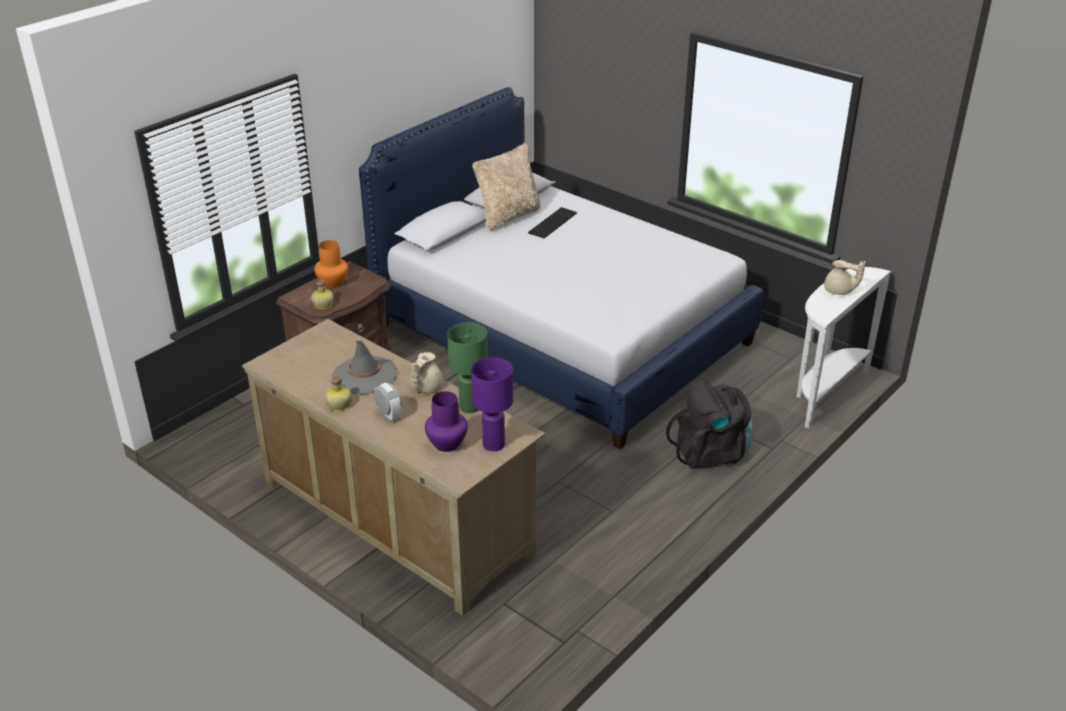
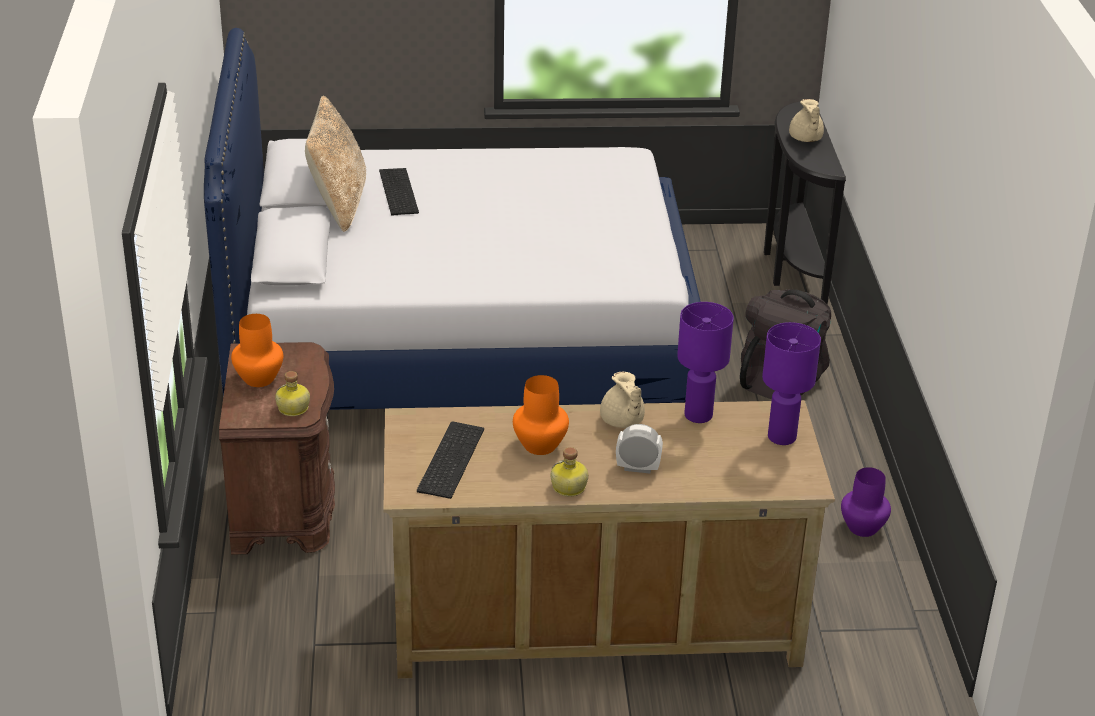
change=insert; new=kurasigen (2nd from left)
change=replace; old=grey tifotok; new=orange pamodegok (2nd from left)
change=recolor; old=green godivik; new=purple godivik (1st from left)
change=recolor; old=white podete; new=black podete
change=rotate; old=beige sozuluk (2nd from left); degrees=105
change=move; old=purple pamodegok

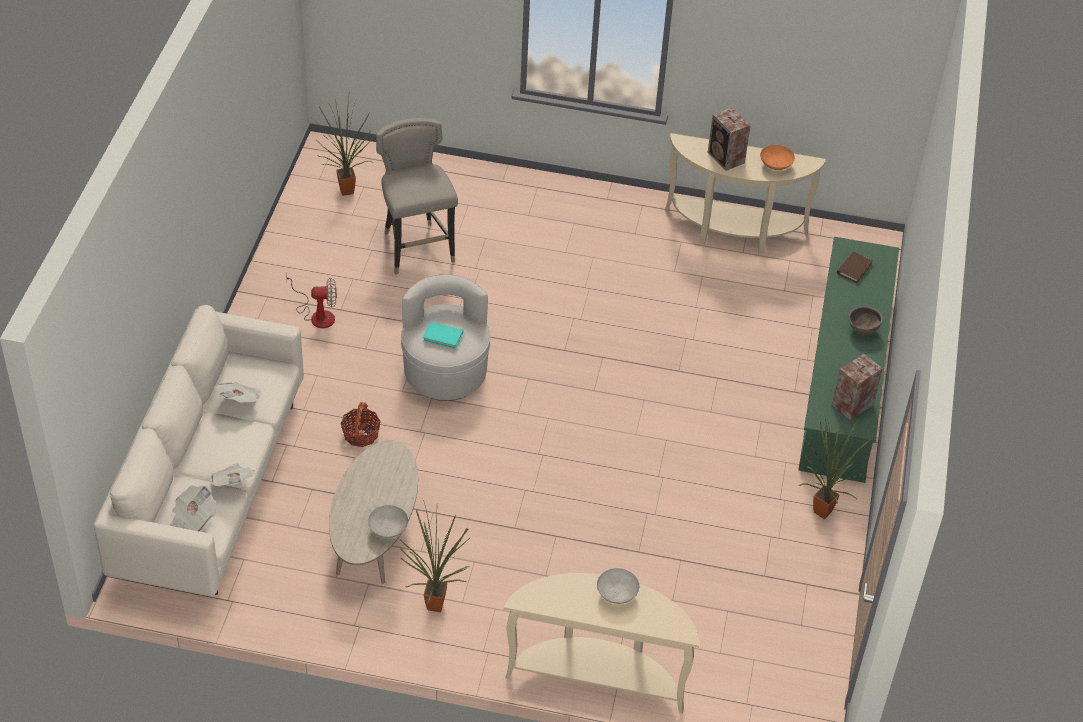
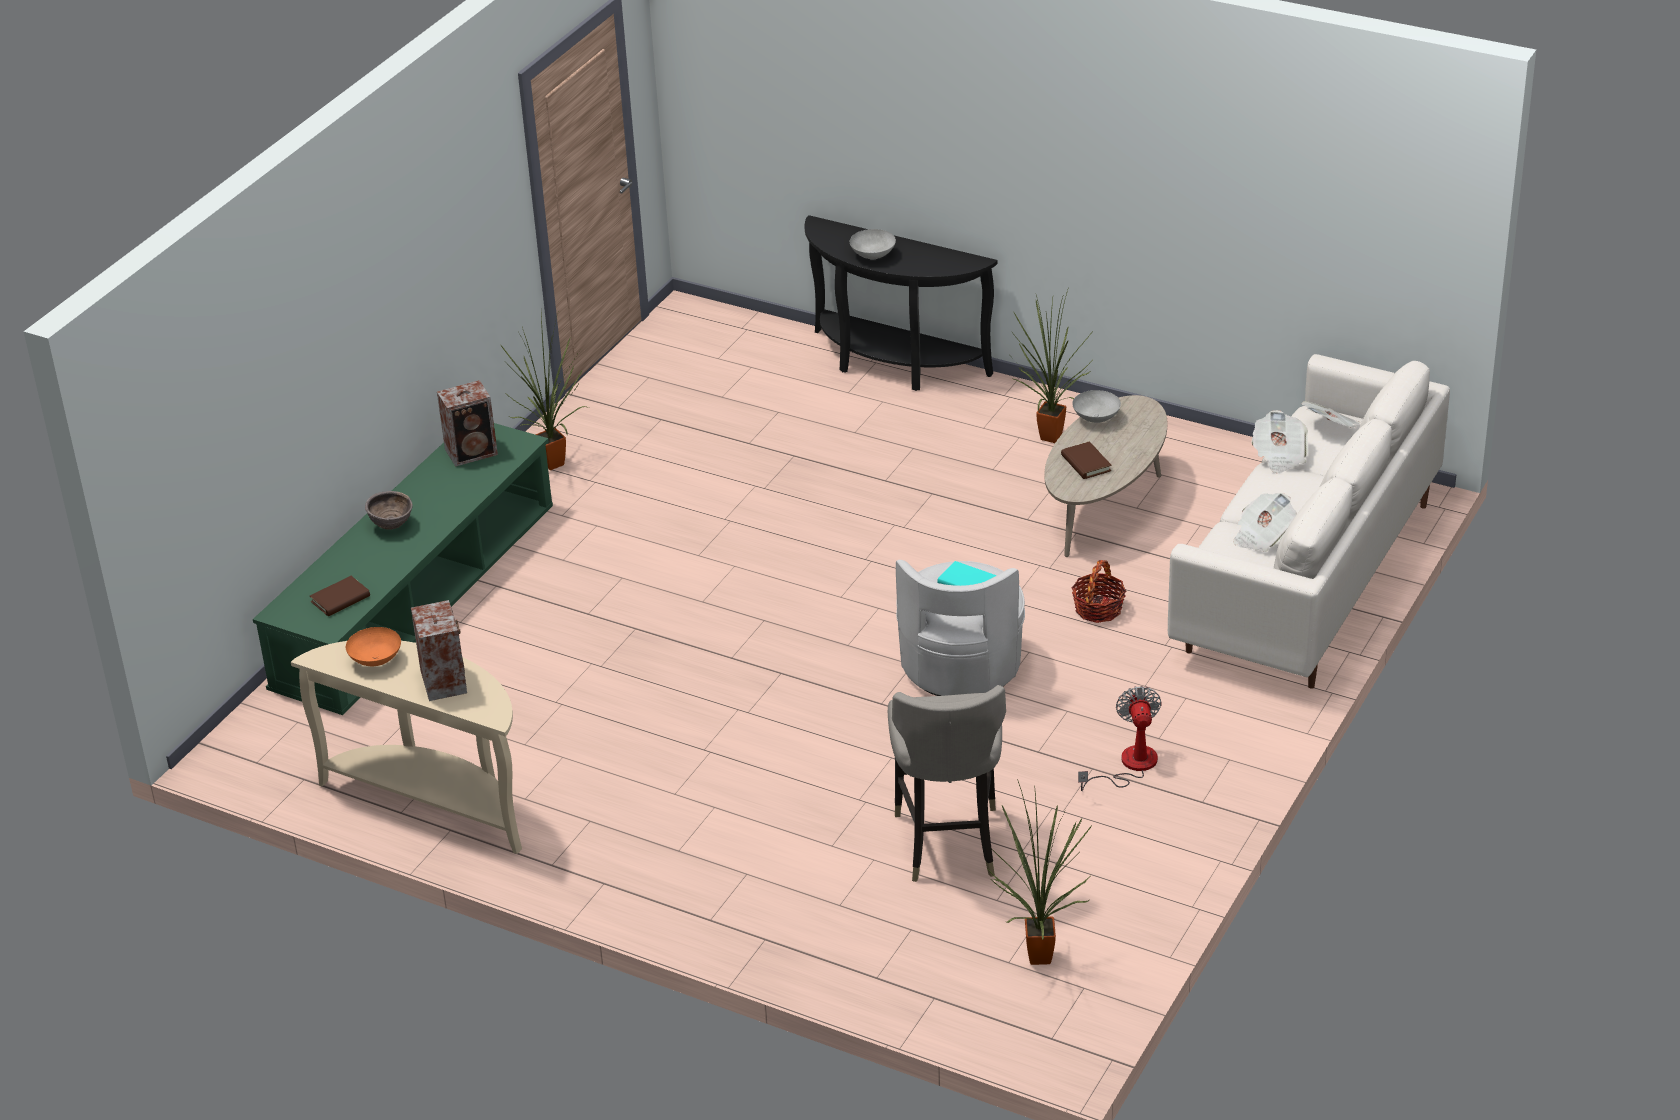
change=recolor; old=beige podete (1st from left); new=black podete
change=insert; new=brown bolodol (2nd from left)
change=rotate; old=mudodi; degrees=75

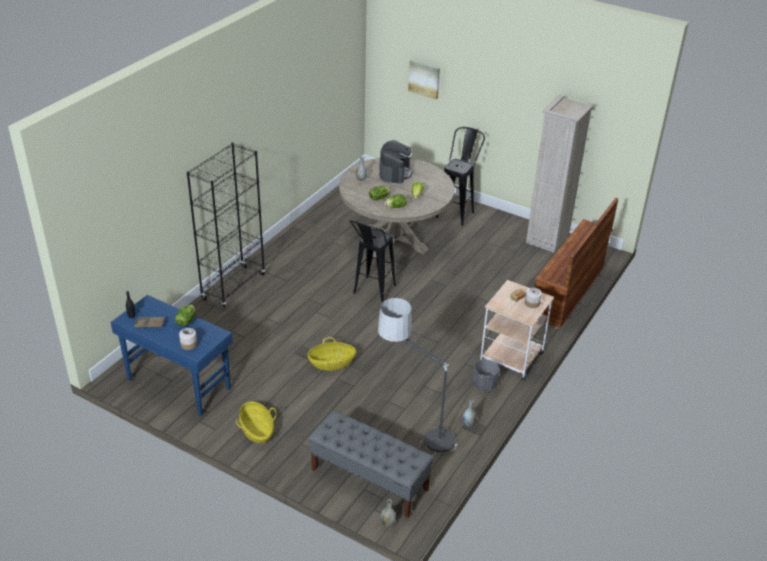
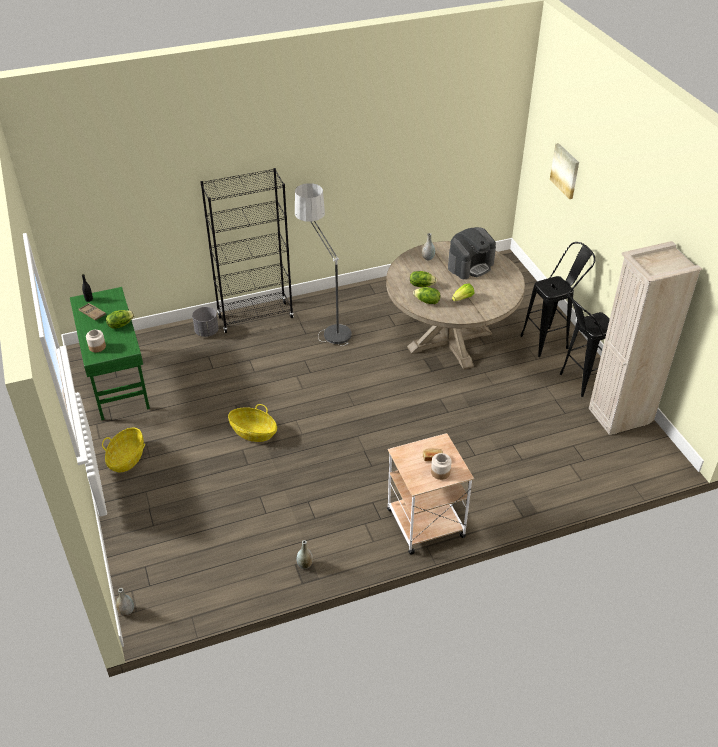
change=recolor; old=blue podete; new=green podete
change=move; old=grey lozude
change=move; old=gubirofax
change=move; old=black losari (1st from left in the first image); new=black losari (2nd from left)
change=delete; old=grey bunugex
change=delete; old=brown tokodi

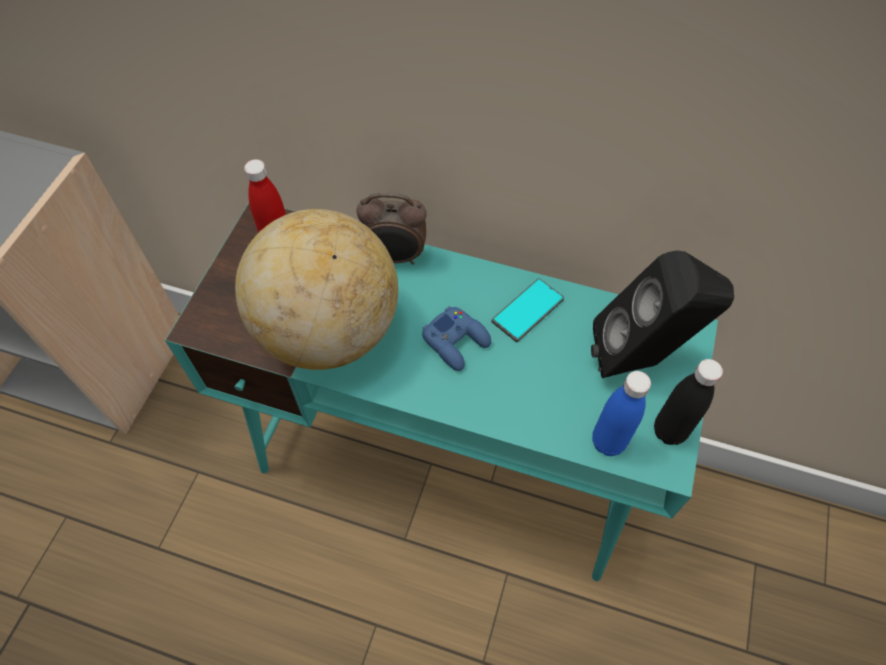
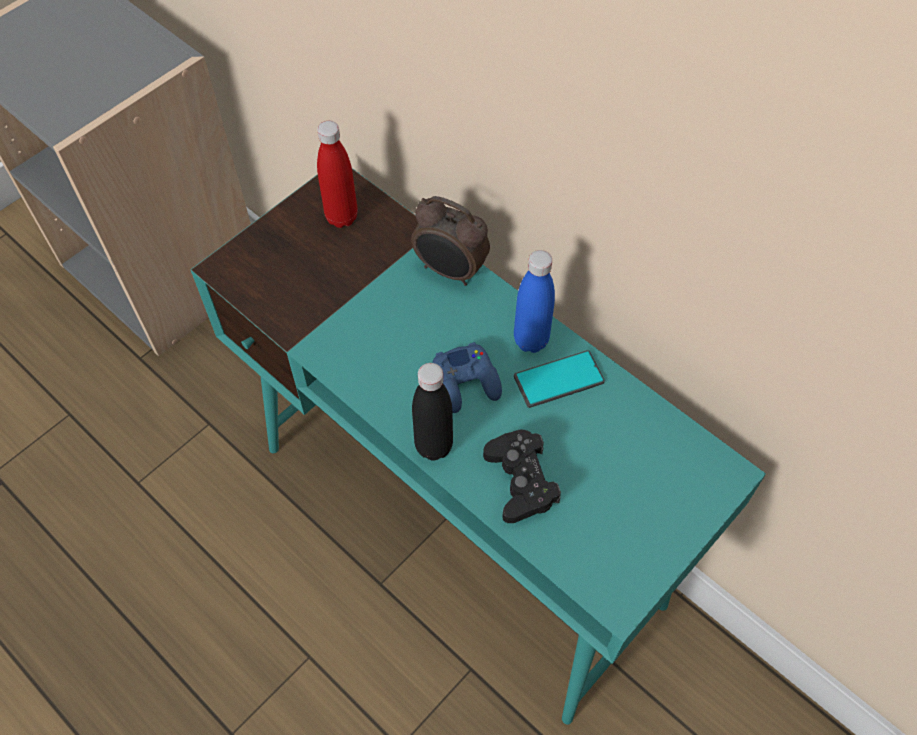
change=move; old=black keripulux
change=insert; new=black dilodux
change=move; old=blue keripulux
change=delete; old=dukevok
change=delete; old=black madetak

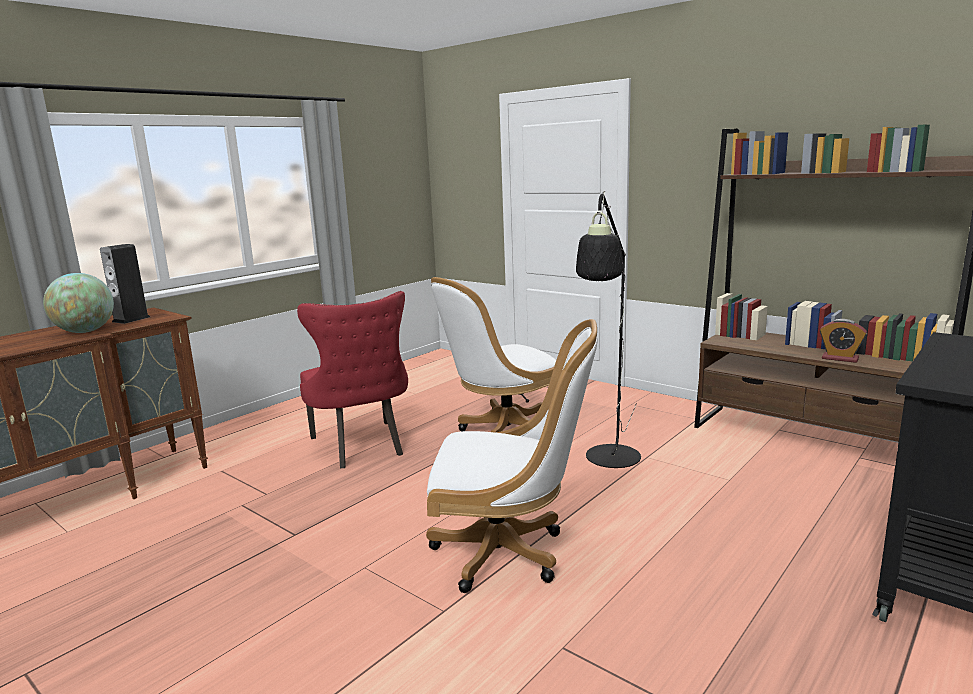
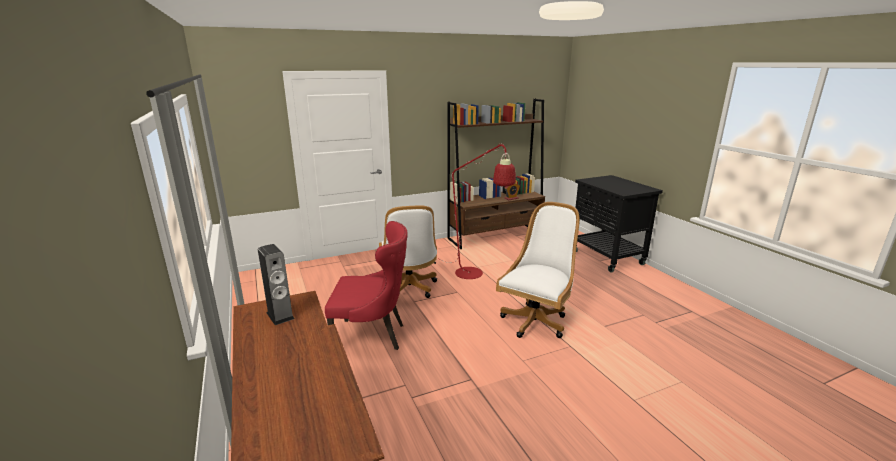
change=recolor; old=black gubirofax; new=red gubirofax
change=delete; old=dukevok

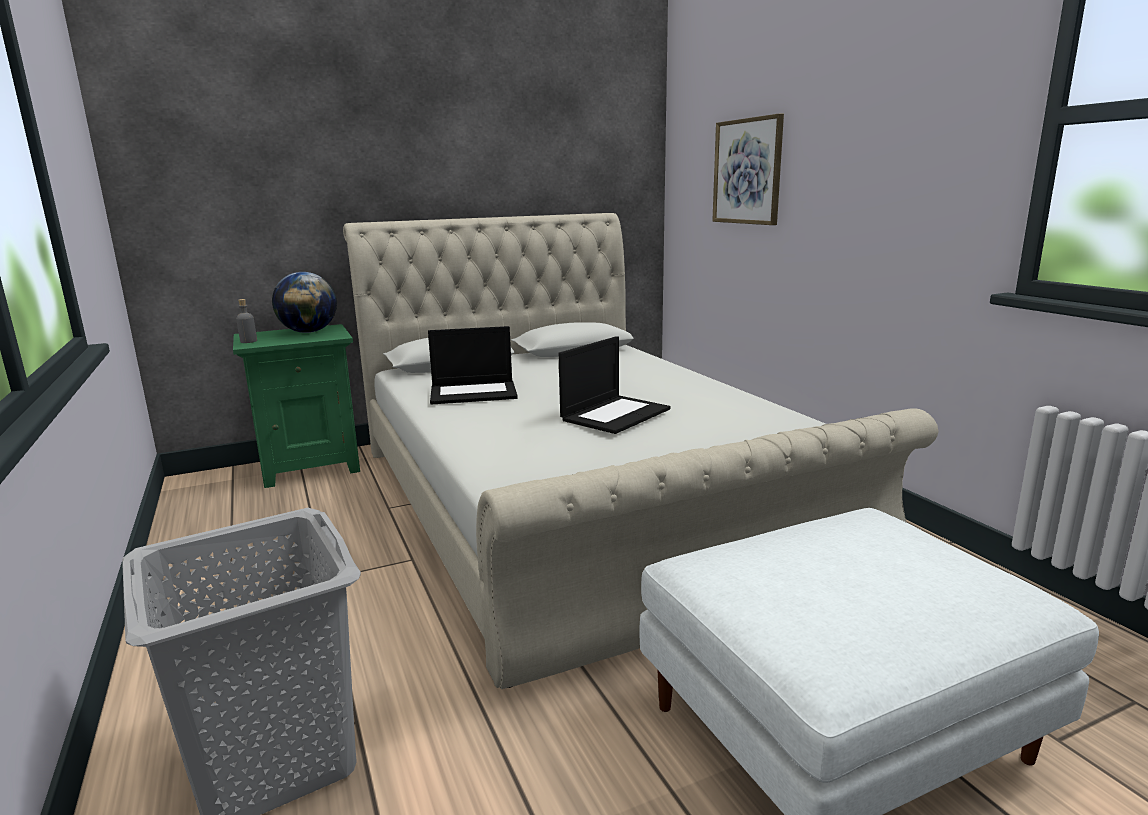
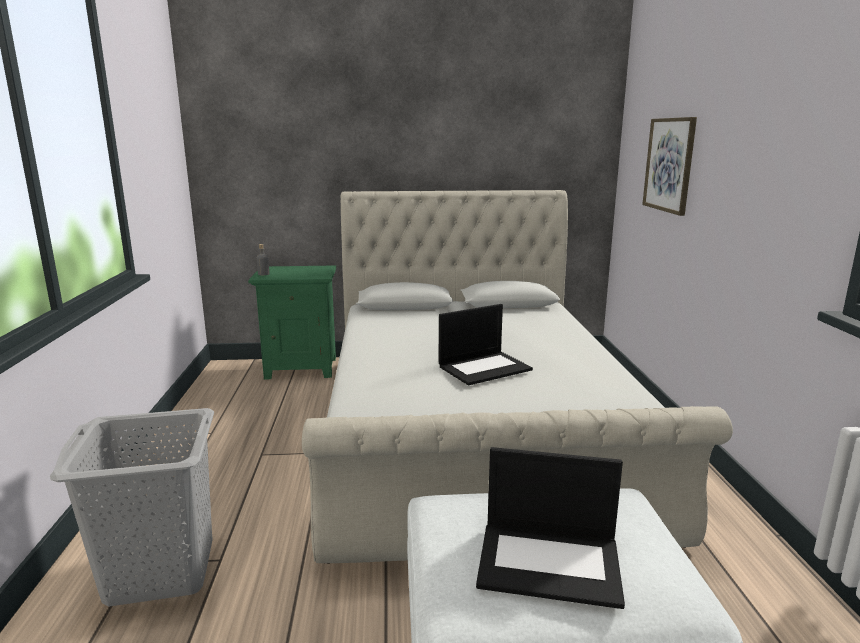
change=move; old=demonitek (1st from left in the first image); new=demonitek (2nd from left)
change=delete; old=dukevok

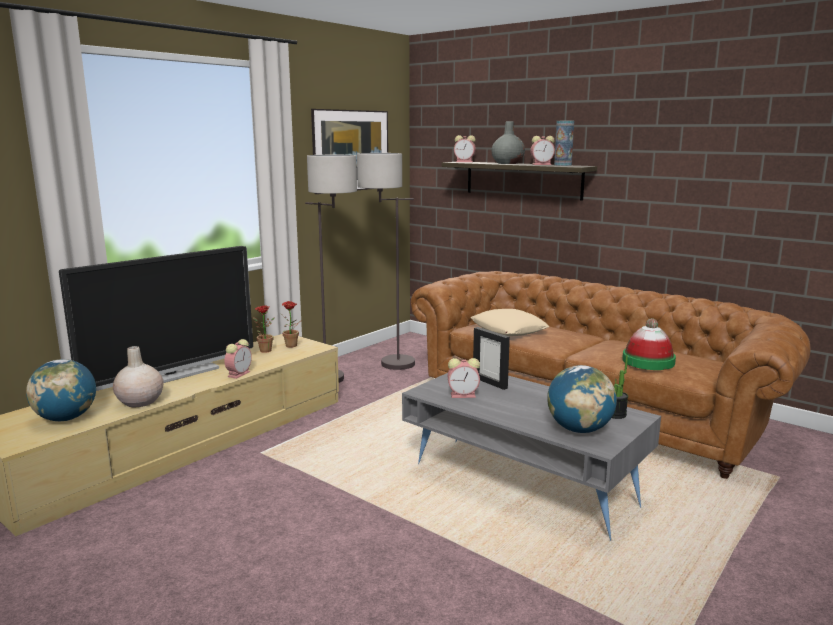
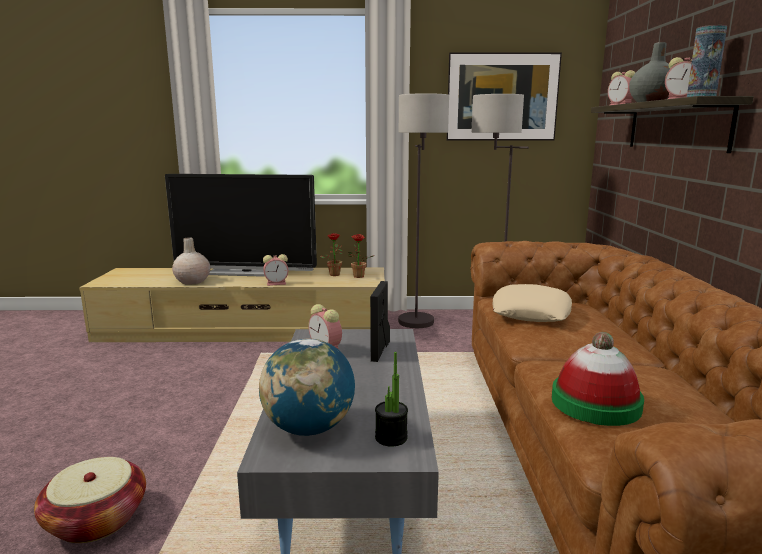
change=insert; new=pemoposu
change=delete; old=dukevok (1st from left)

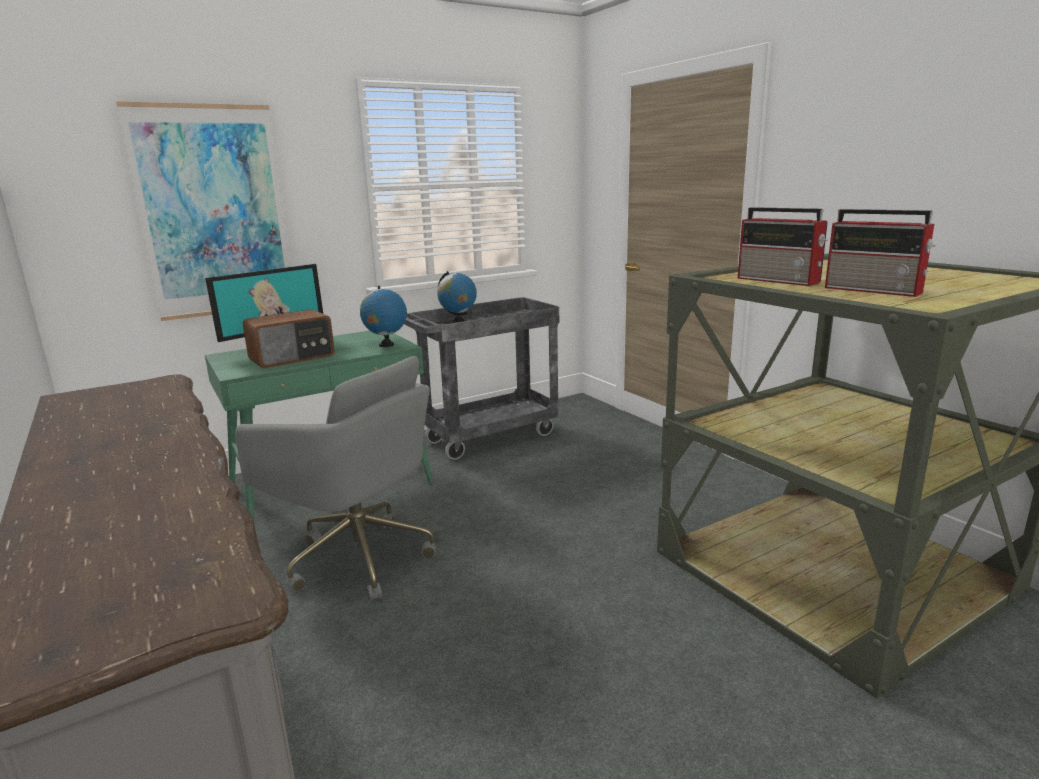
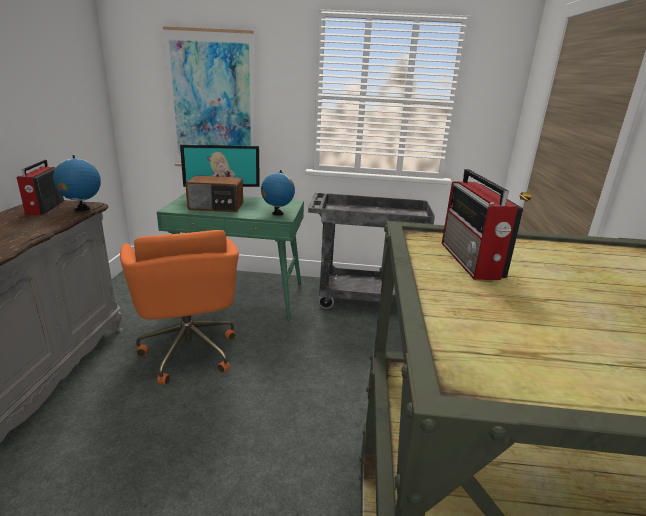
change=move; old=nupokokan (3rd from left in the first image); new=nupokokan (1st from left)
change=move; old=dukevok (2nd from left in the first image); new=dukevok (1st from left)
change=recolor; old=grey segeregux; new=orange segeregux

